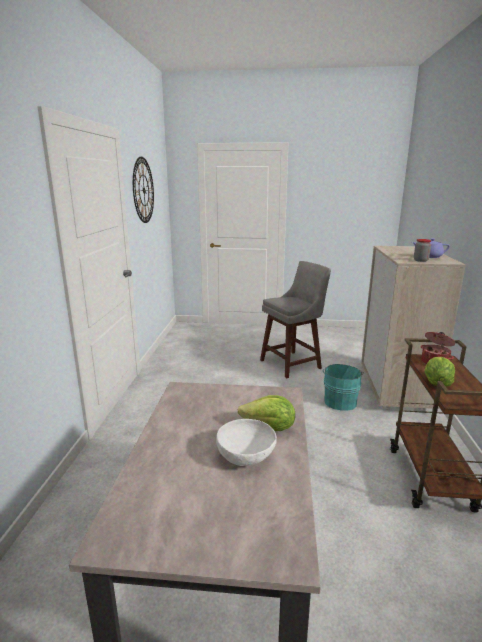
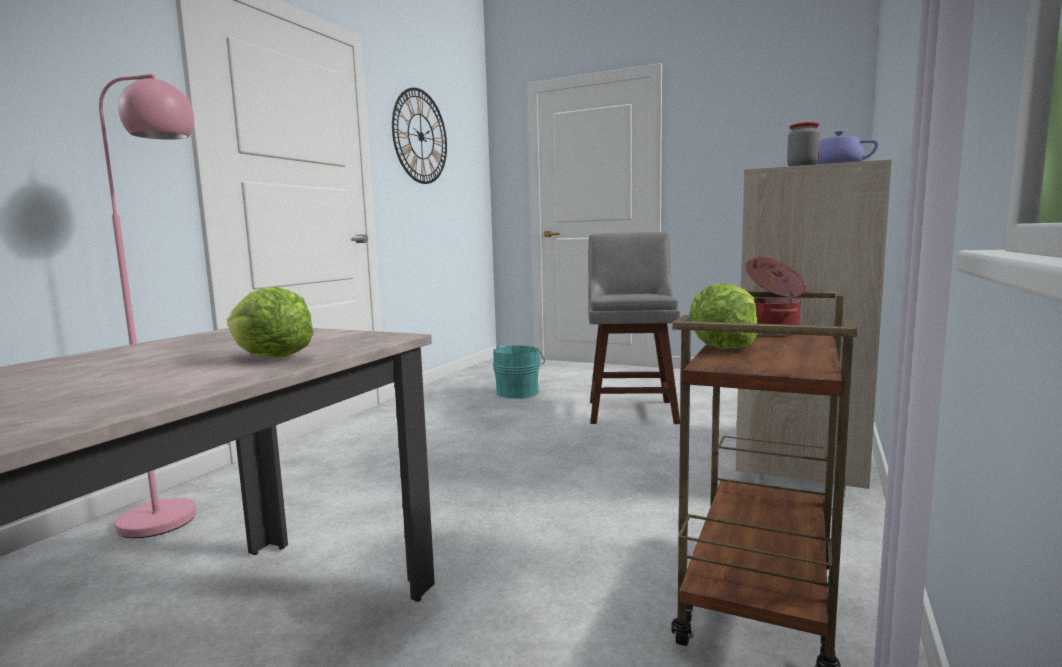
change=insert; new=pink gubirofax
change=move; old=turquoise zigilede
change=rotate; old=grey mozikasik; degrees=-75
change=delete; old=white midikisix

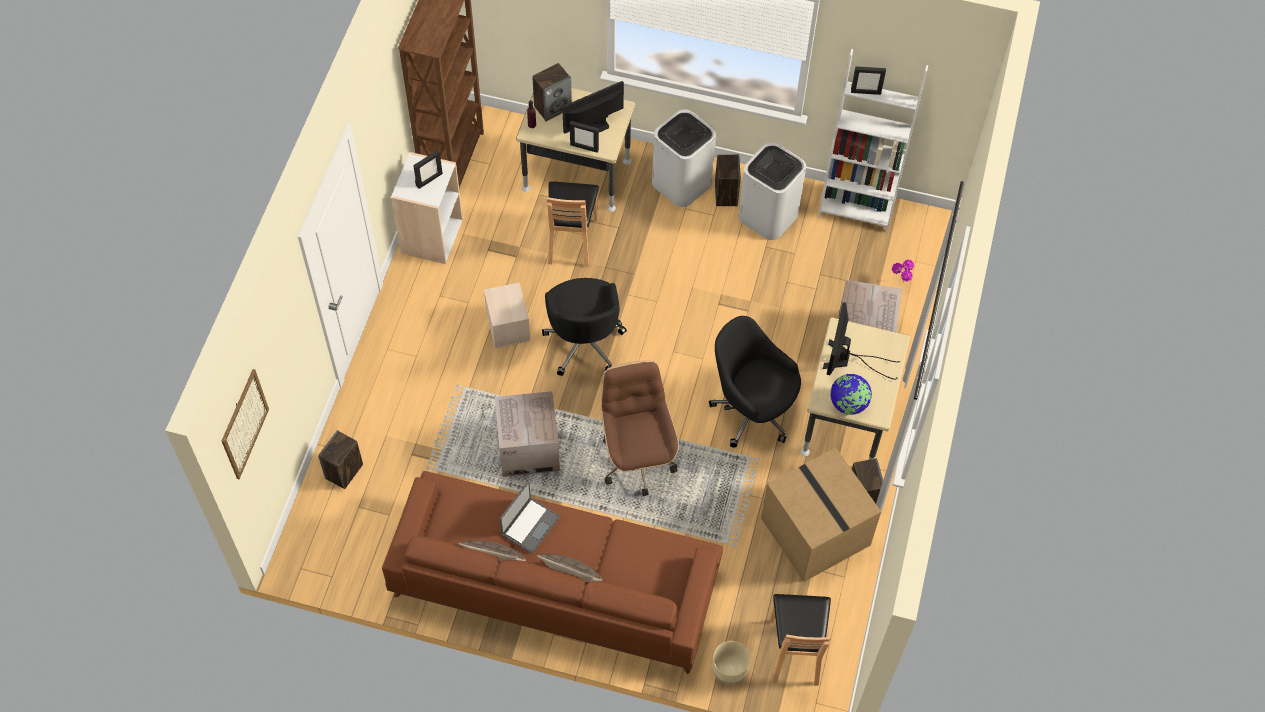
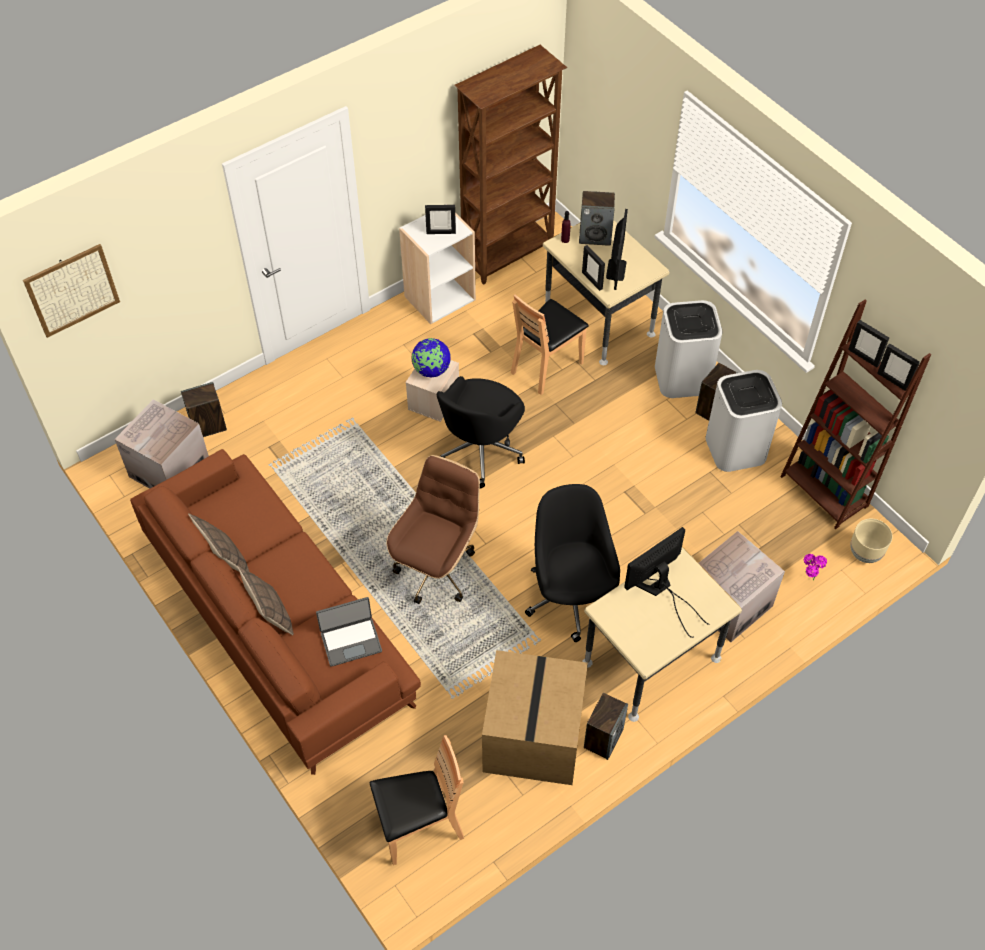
change=move; old=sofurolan (1st from left)
change=move; old=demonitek
change=rotate; old=brown mozikasik (2nd from left in the first image); degrees=-150
change=move; old=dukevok
change=rotate; old=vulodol (1st from left); degrees=90
change=recolor; old=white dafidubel (2nd from left); new=brown dafidubel (2nd from left)
change=move; old=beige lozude
change=insert; new=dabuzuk (4th from left)

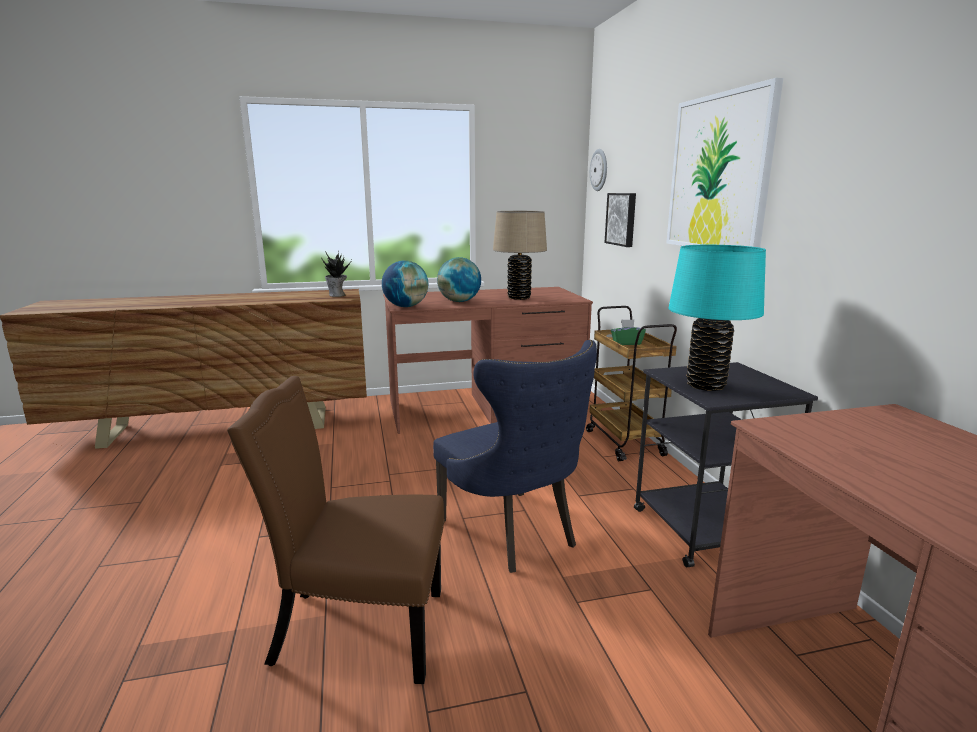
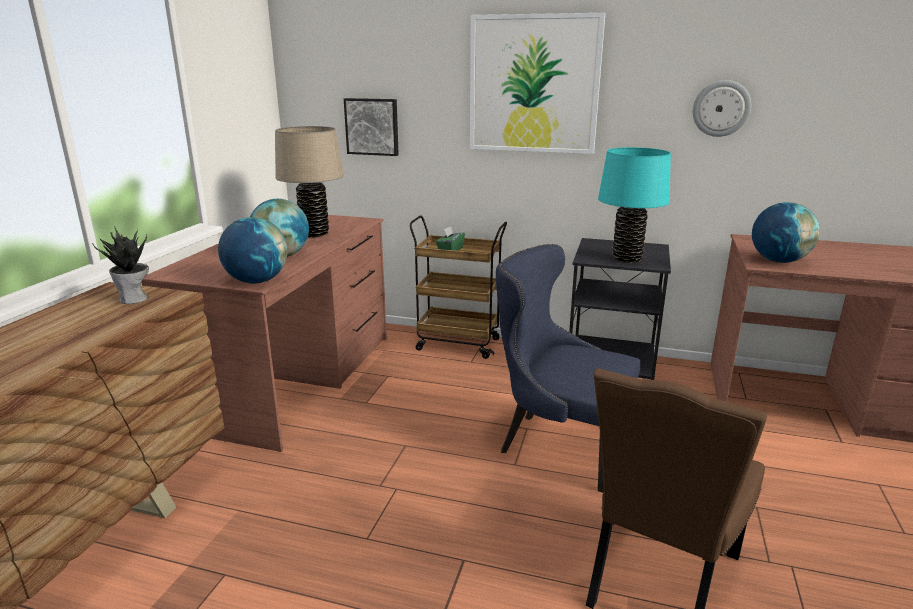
change=rotate; old=blue mozikasik; degrees=-150
change=move; old=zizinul
change=insert; new=dukevok (3rd from left)

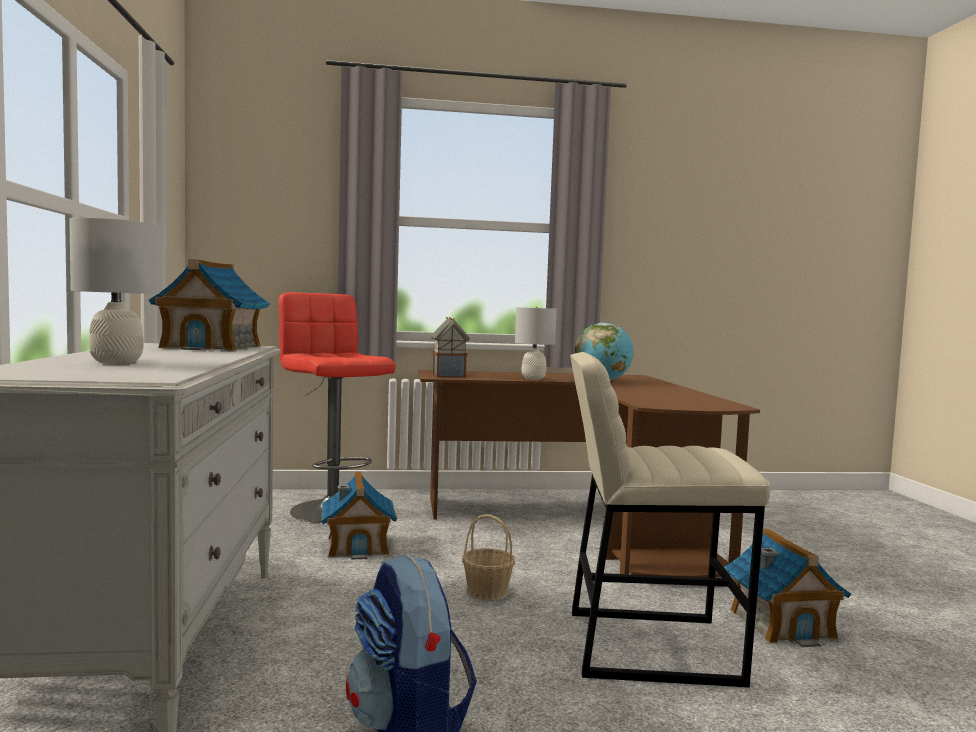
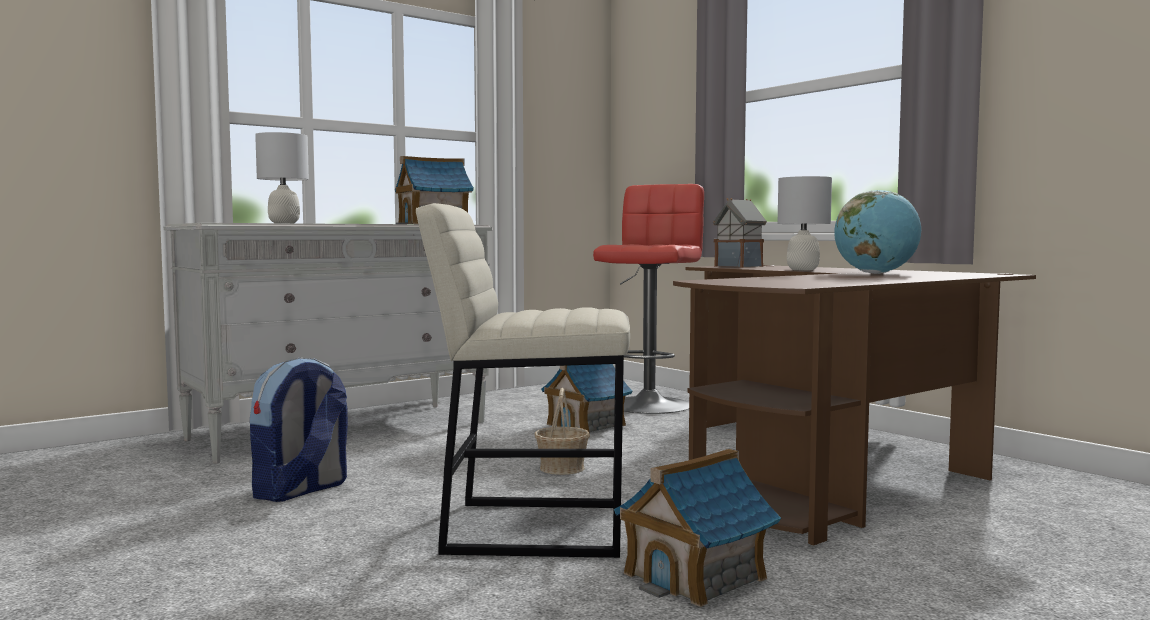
change=rotate; old=beige mozikasik; degrees=-60

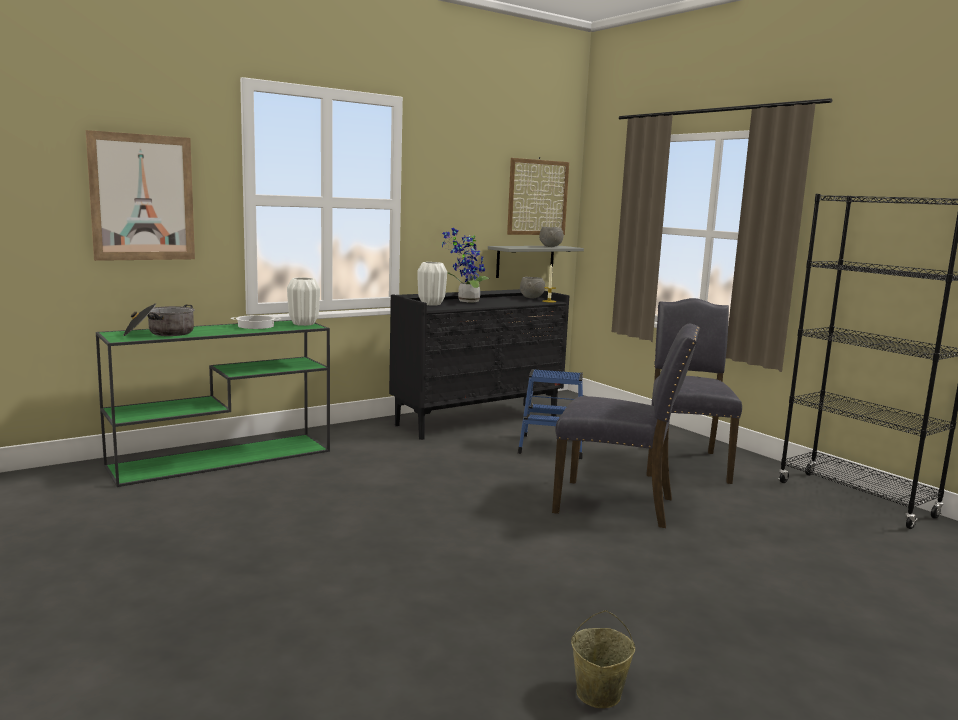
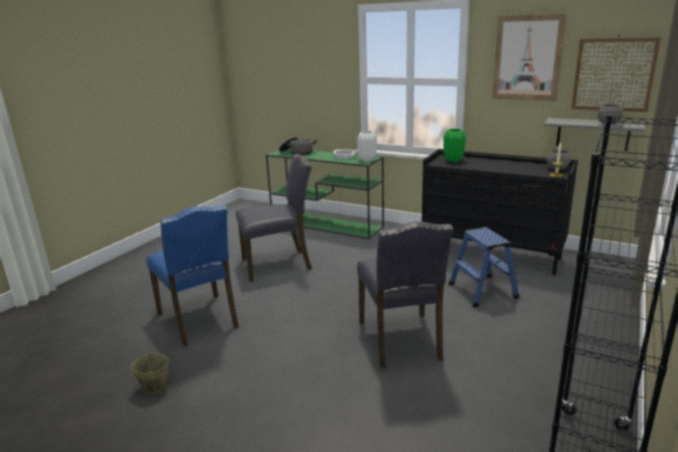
change=insert; new=blue mozikasik
change=move; old=grey mozikasik (2nd from left in the first image); new=grey mozikasik (1st from left)
change=recolor; old=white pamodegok (2nd from left); new=green pamodegok
change=move; old=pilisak (1st from left)
change=delete; old=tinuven

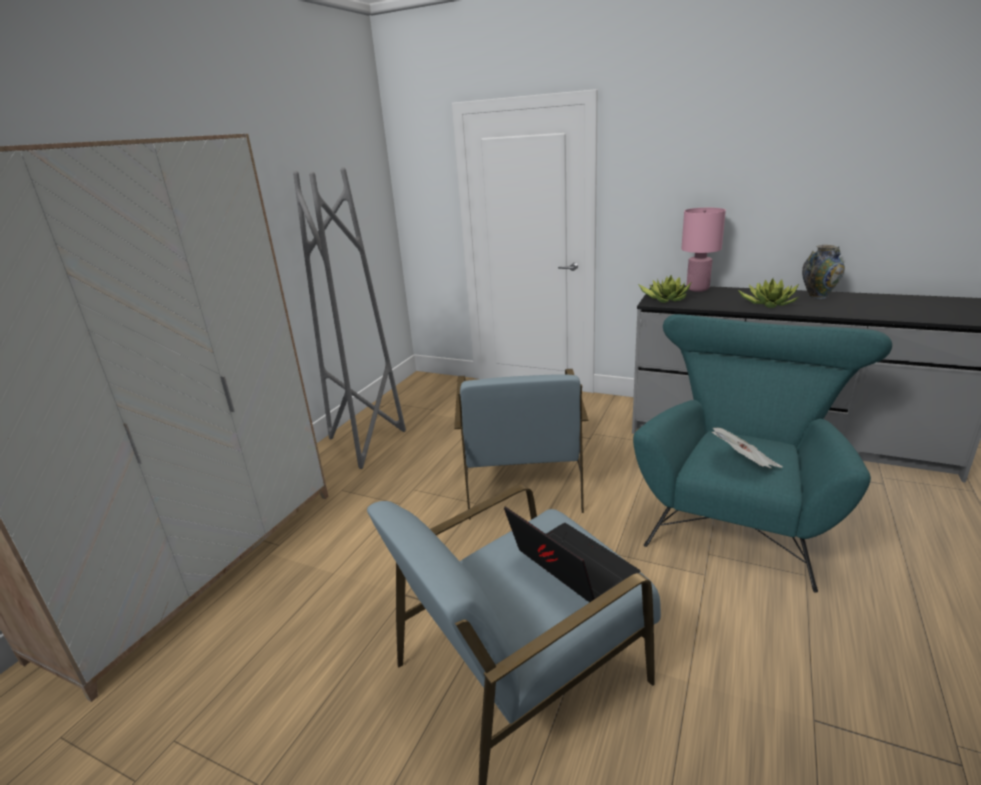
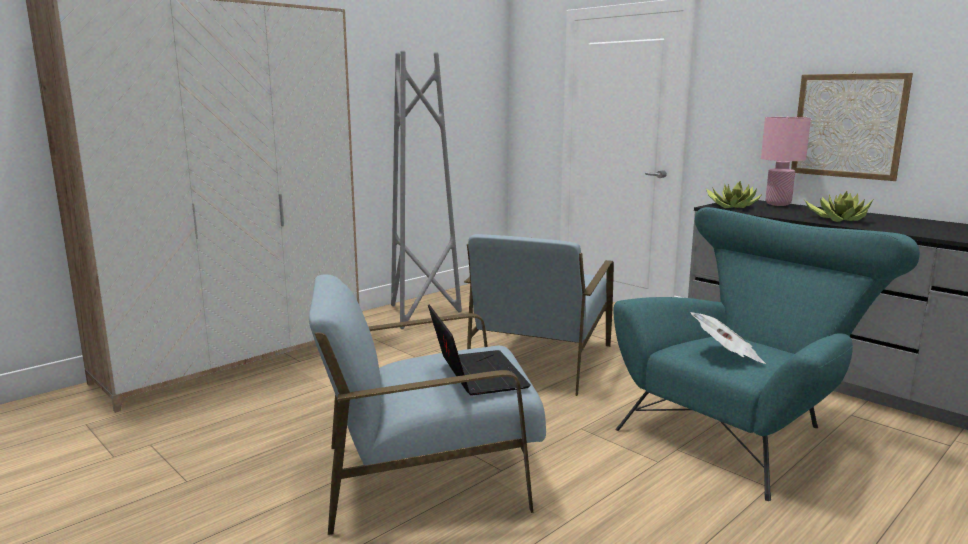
change=insert; new=pilisak
change=delete; old=pamodegok

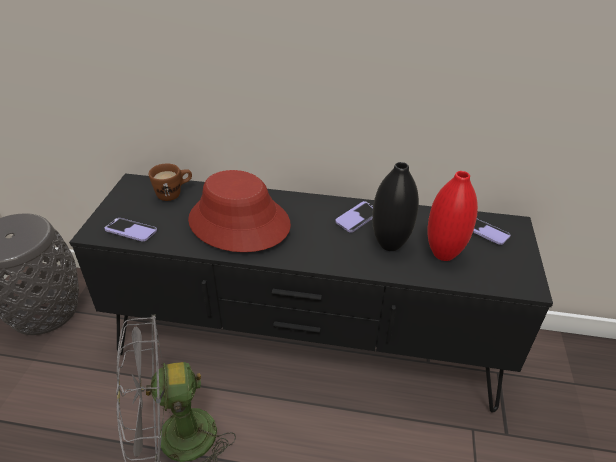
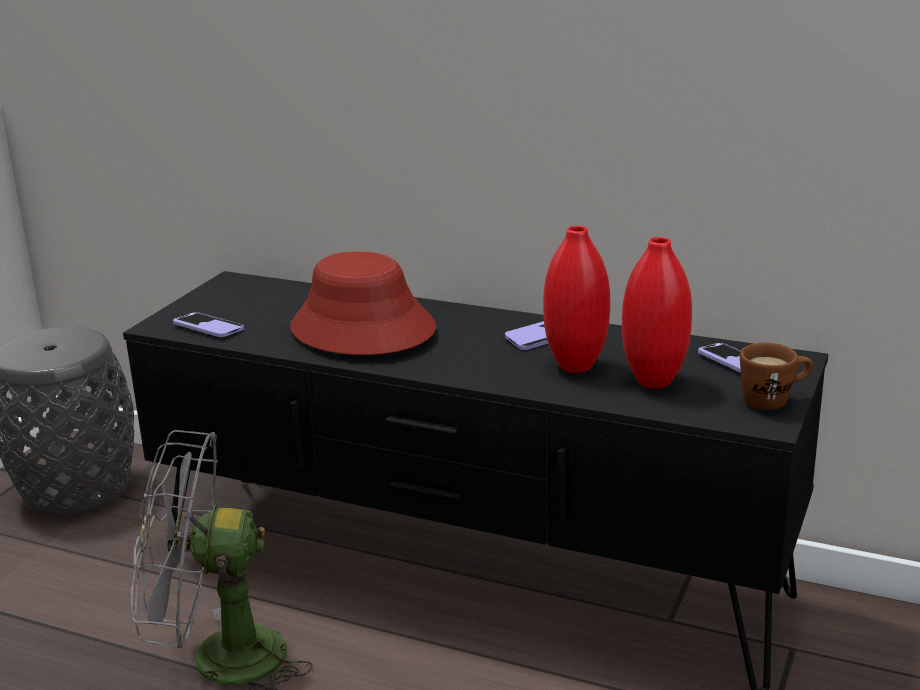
change=recolor; old=black pamodegok; new=red pamodegok (1st from left)
change=move; old=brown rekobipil

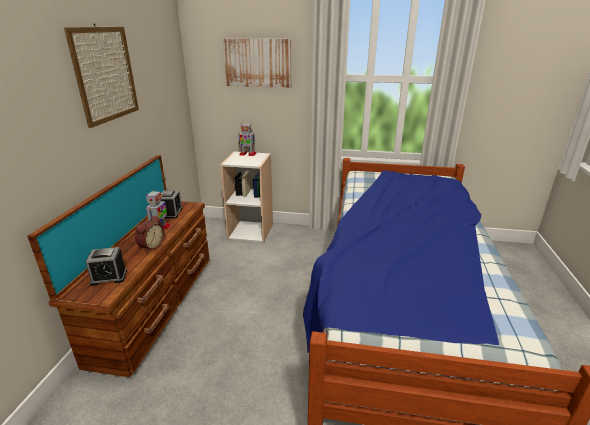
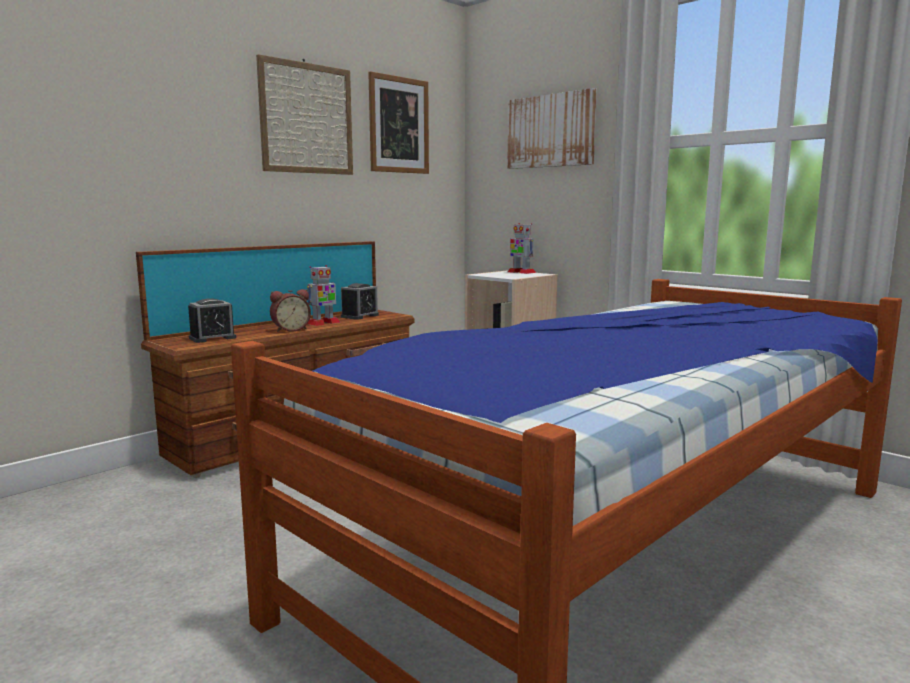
change=rotate; old=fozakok (1st from left); degrees=-60
change=insert; new=pilisak (2nd from left)

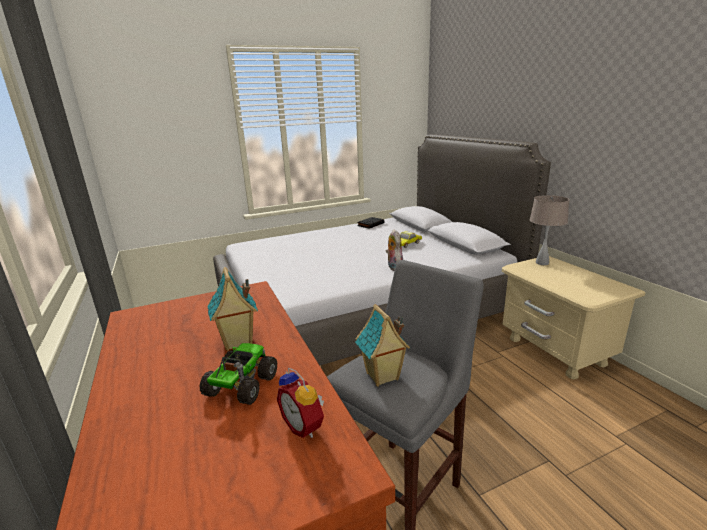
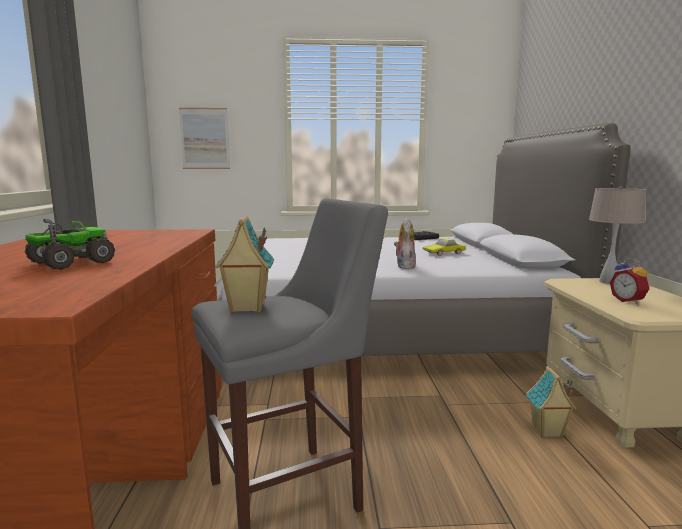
change=insert; new=pilisak
change=move; old=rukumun (1st from left in the first image); new=rukumun (2nd from left)
change=move; old=fozakok

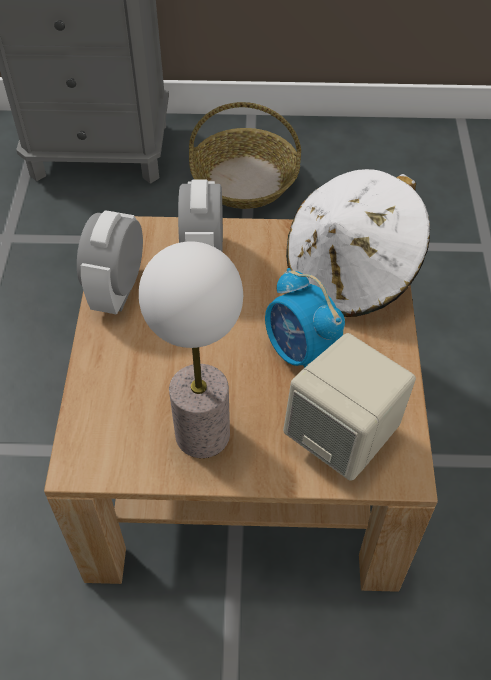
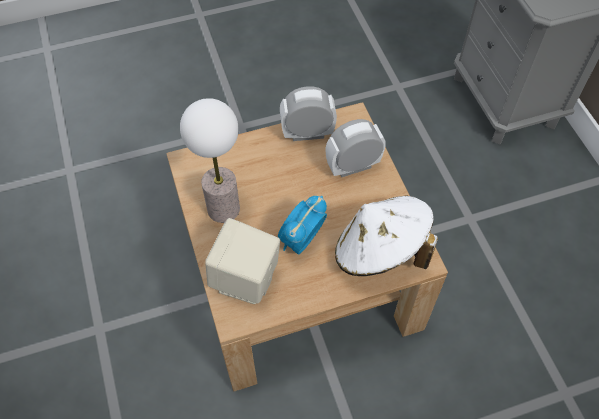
change=delete; old=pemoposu

